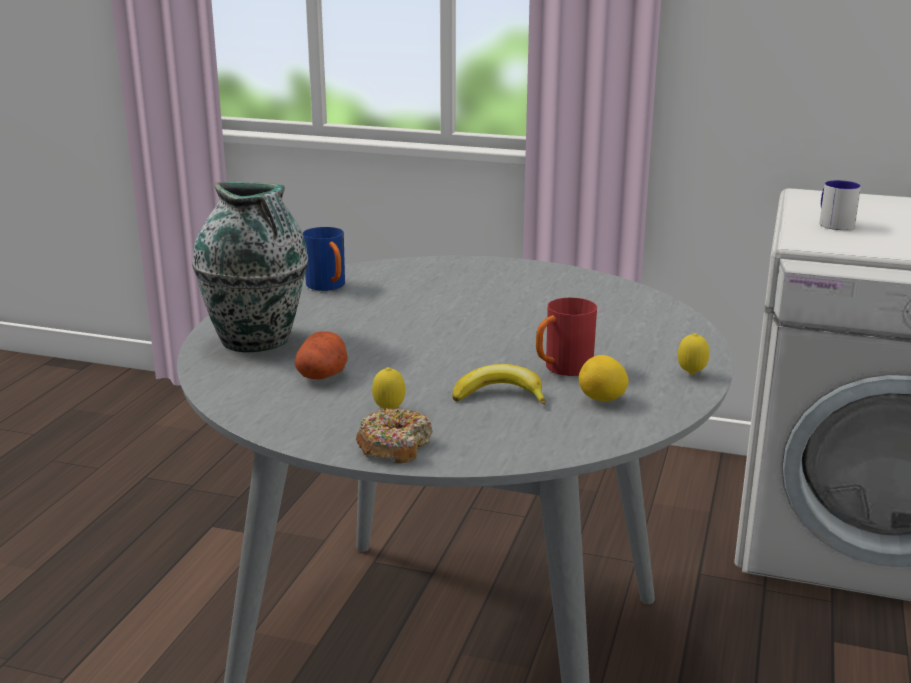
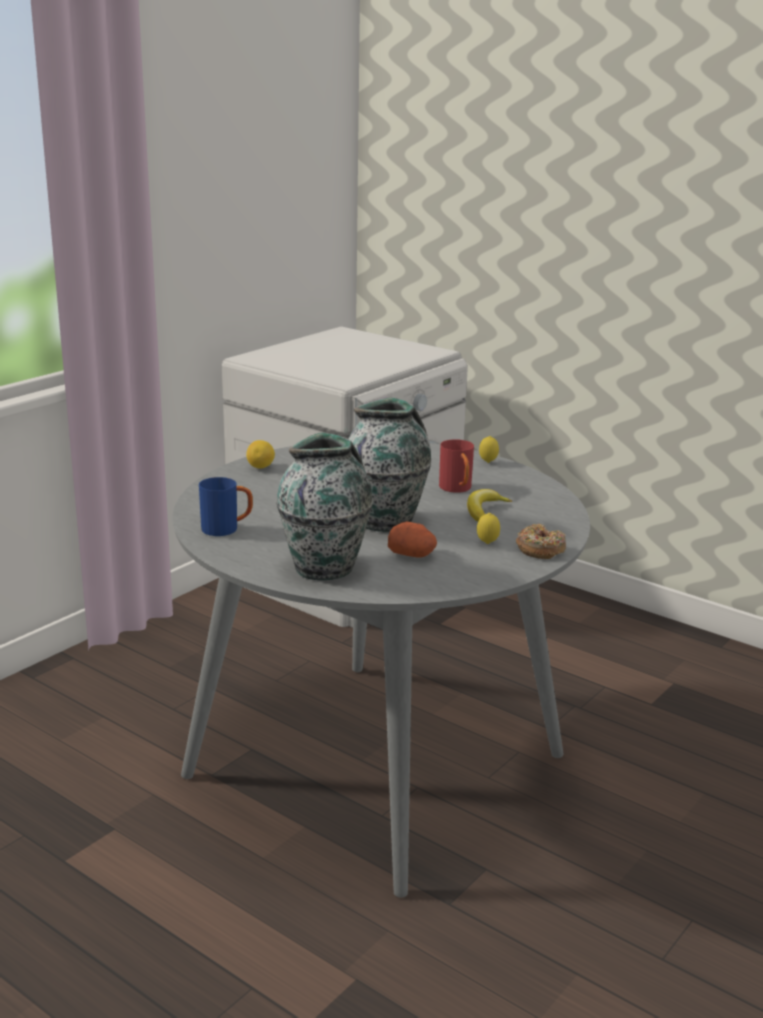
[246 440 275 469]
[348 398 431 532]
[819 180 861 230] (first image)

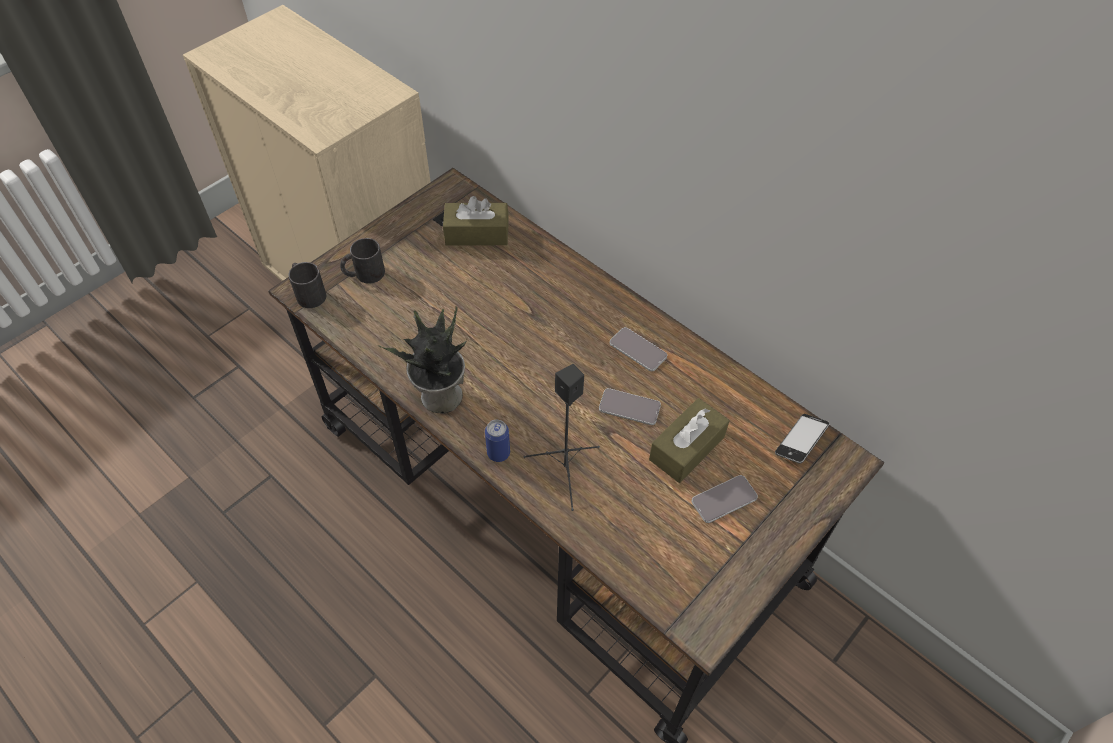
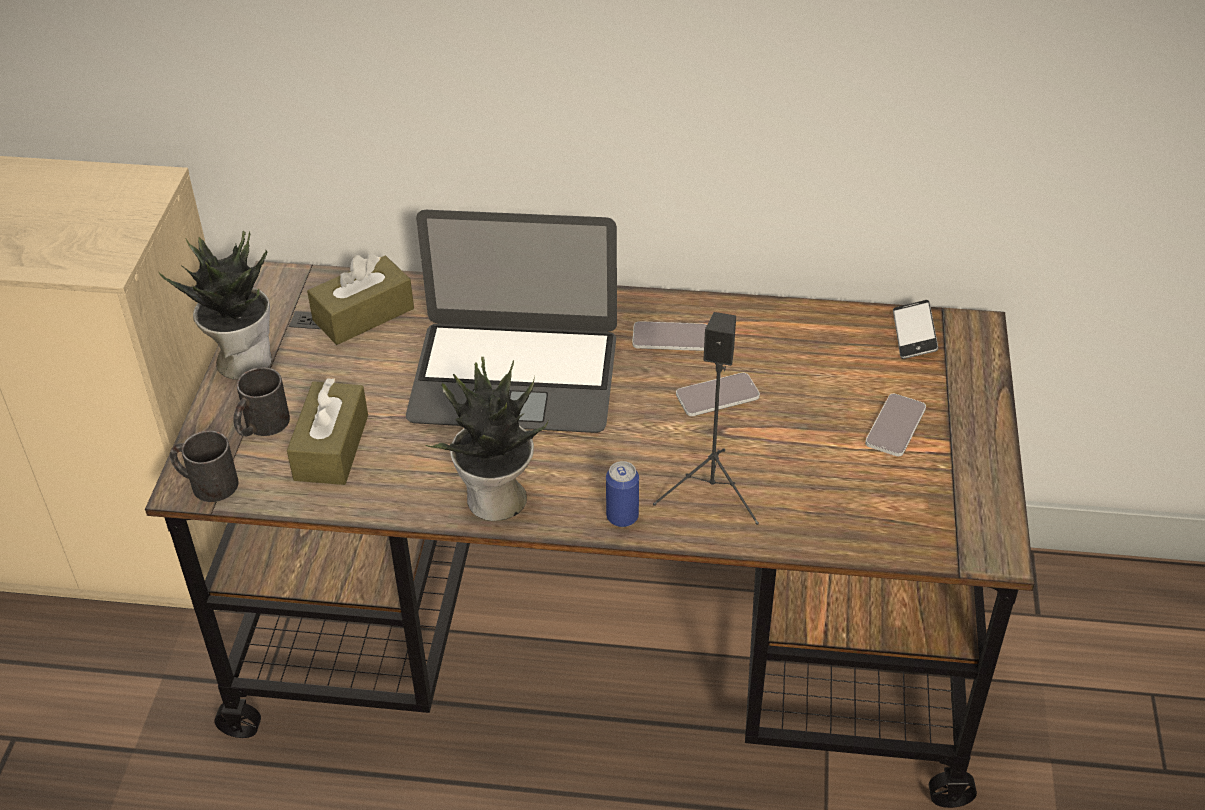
[158 231 272 380]
[287 378 368 485]
[406 210 617 433]

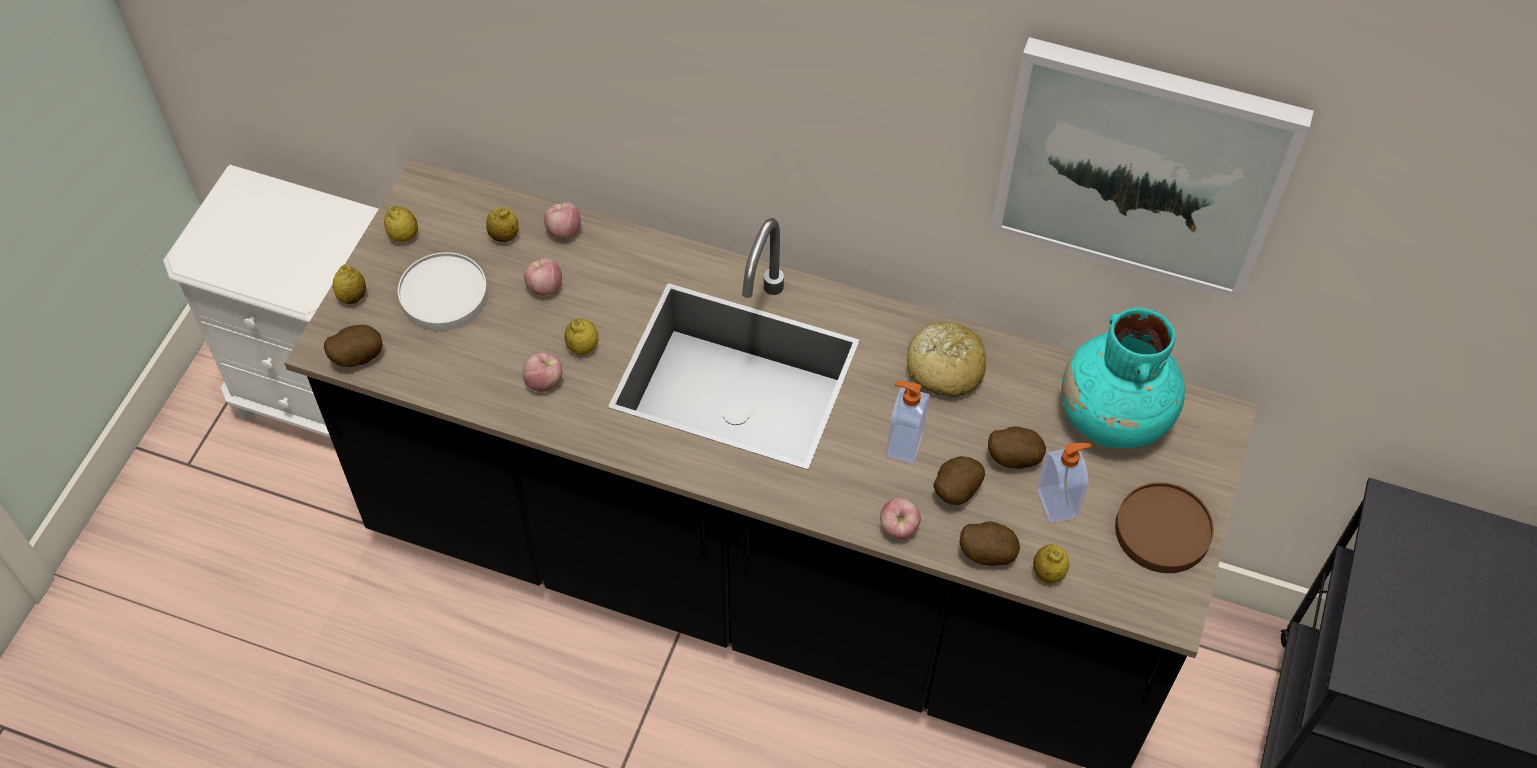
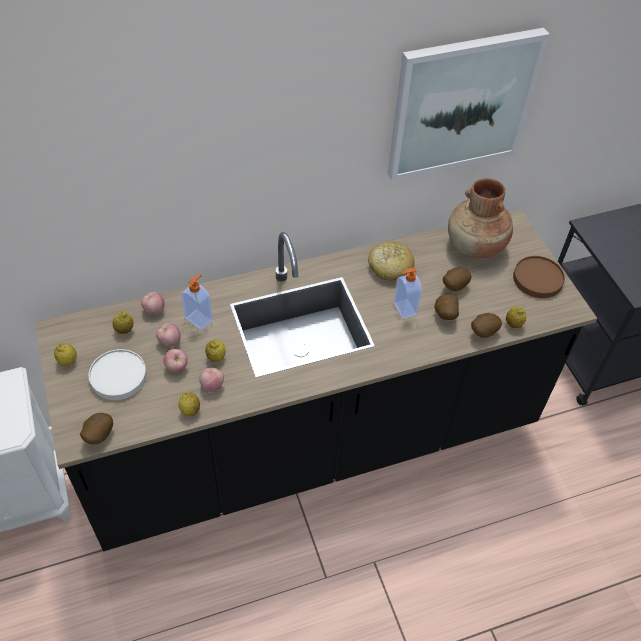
[163 349 188 372]
[178 391 200 416]
[181 275 213 330]
[448 178 513 258]

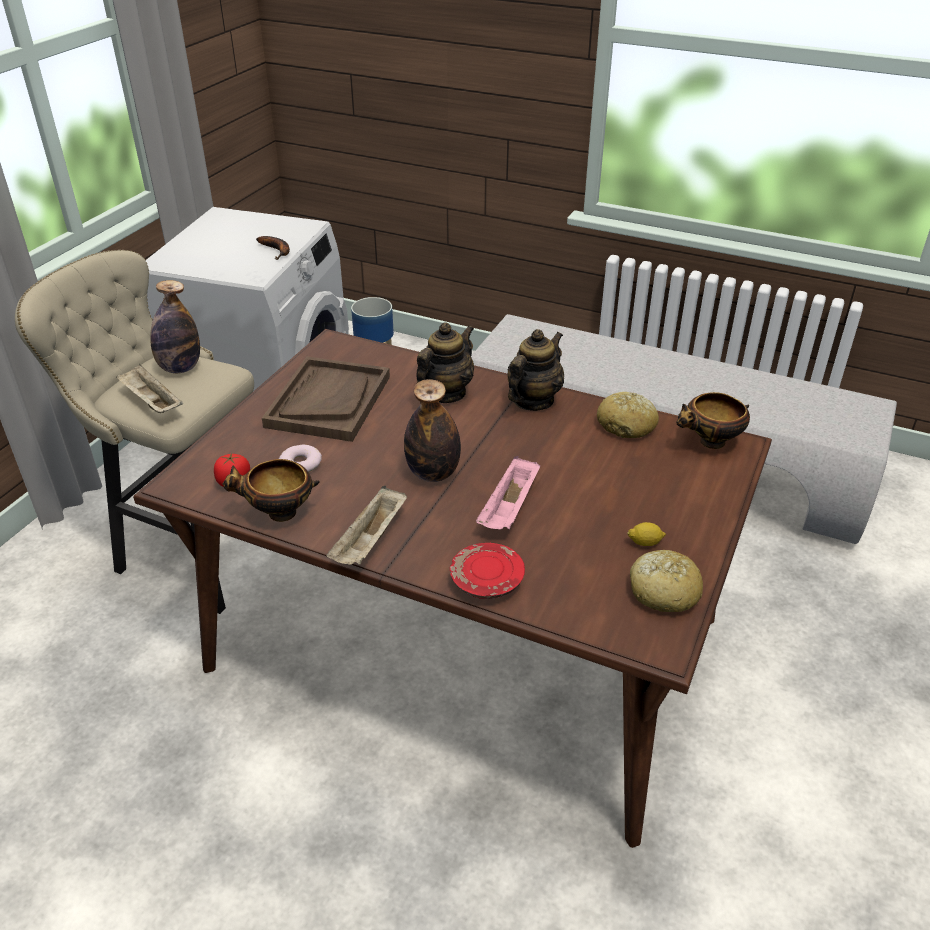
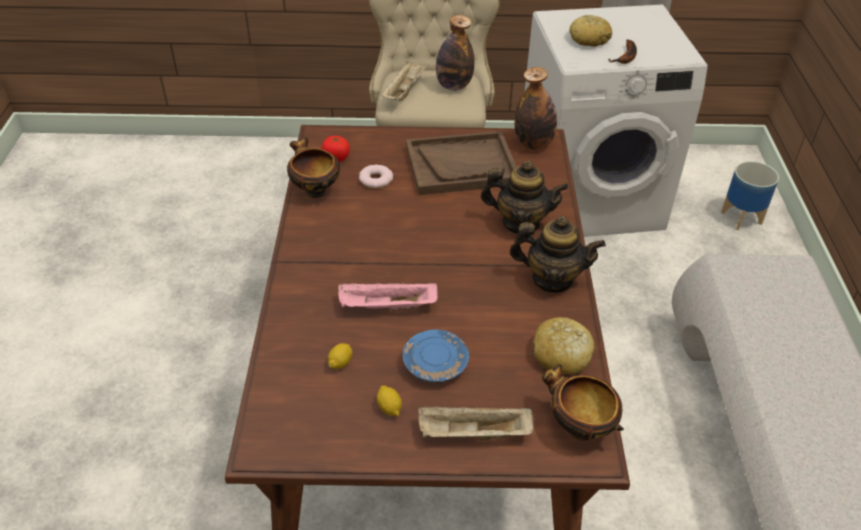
[328 343 353 369]
[403 330 469 383]
[418 407 534 440]
[515 67 557 150]
[569 15 612 47]
[450 543 525 599] (first image)

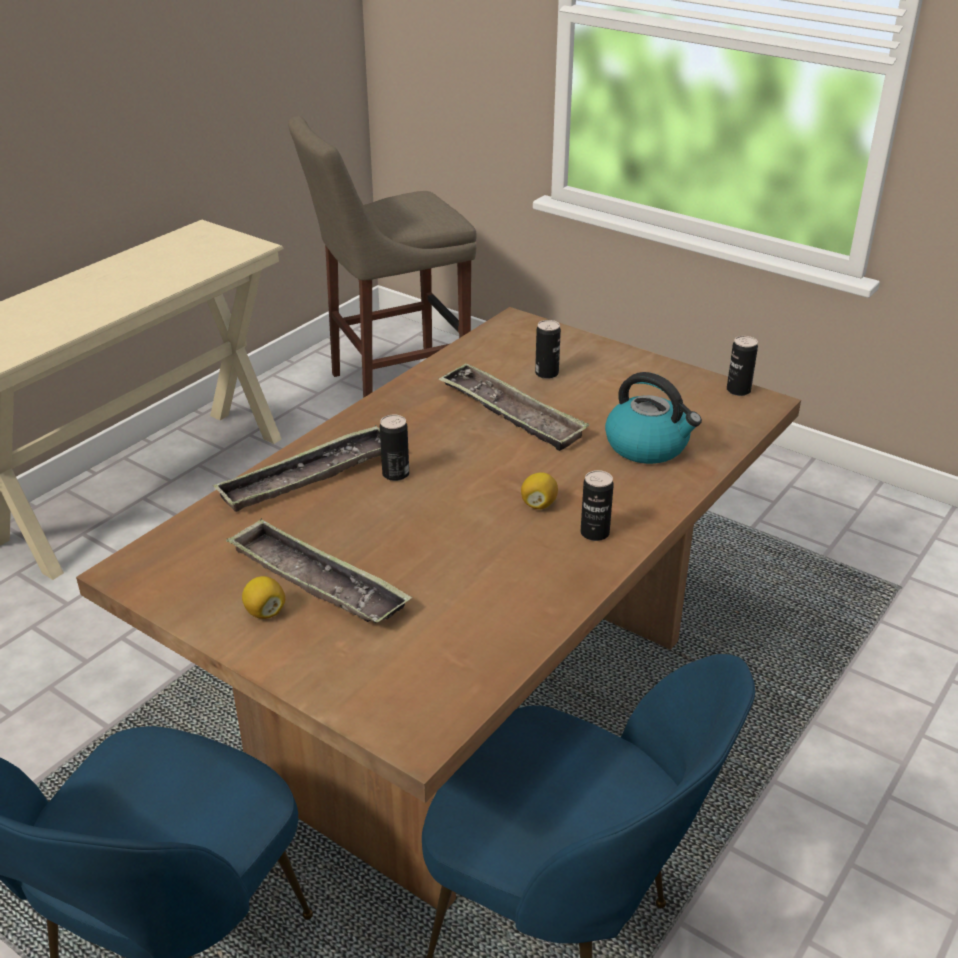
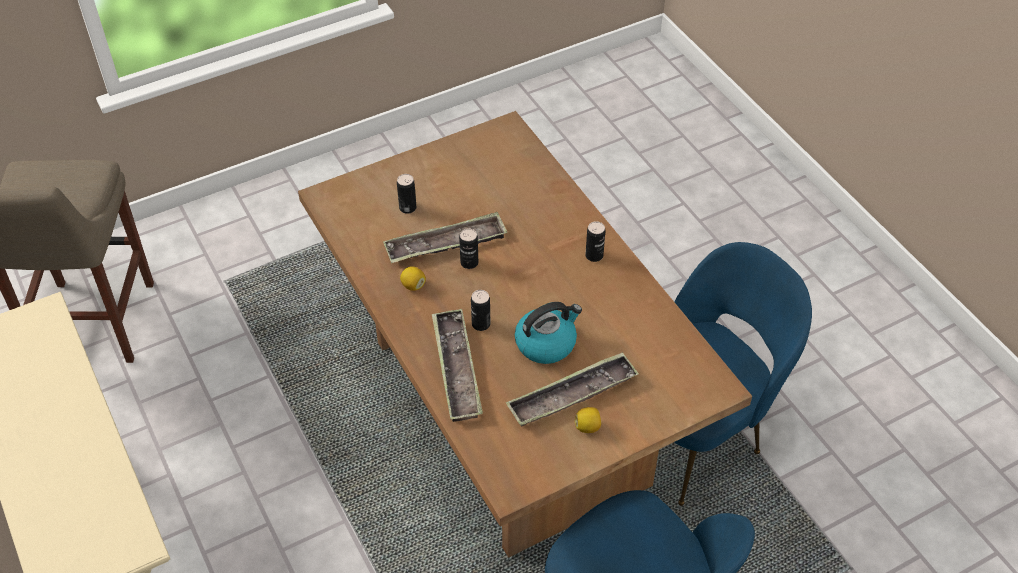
[400 266 426 291]
[459 228 478 269]
[515 302 582 364]

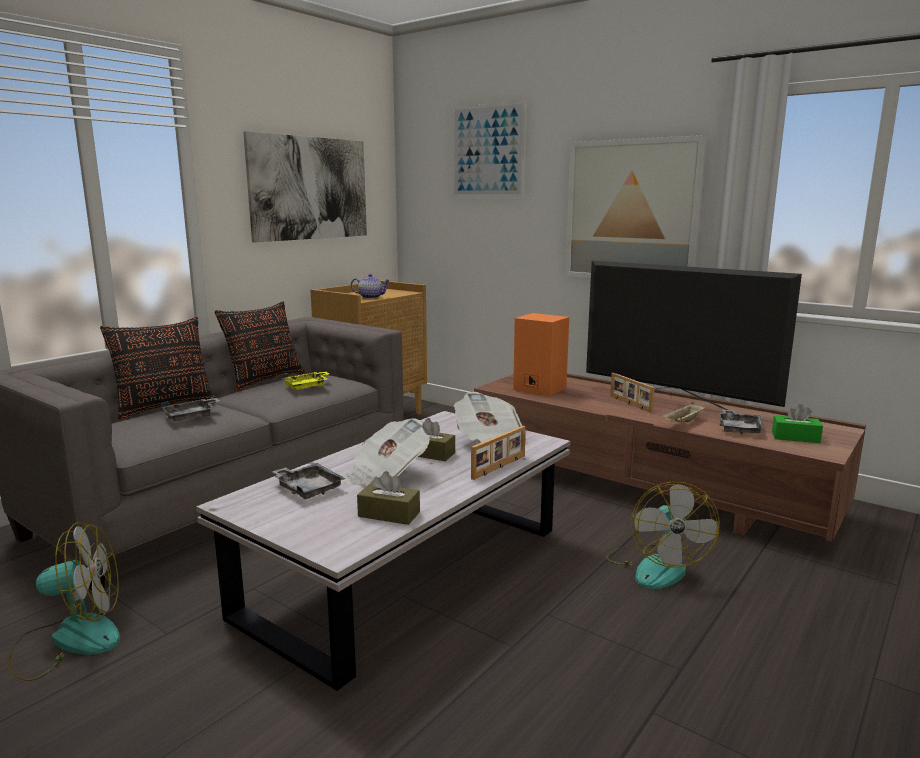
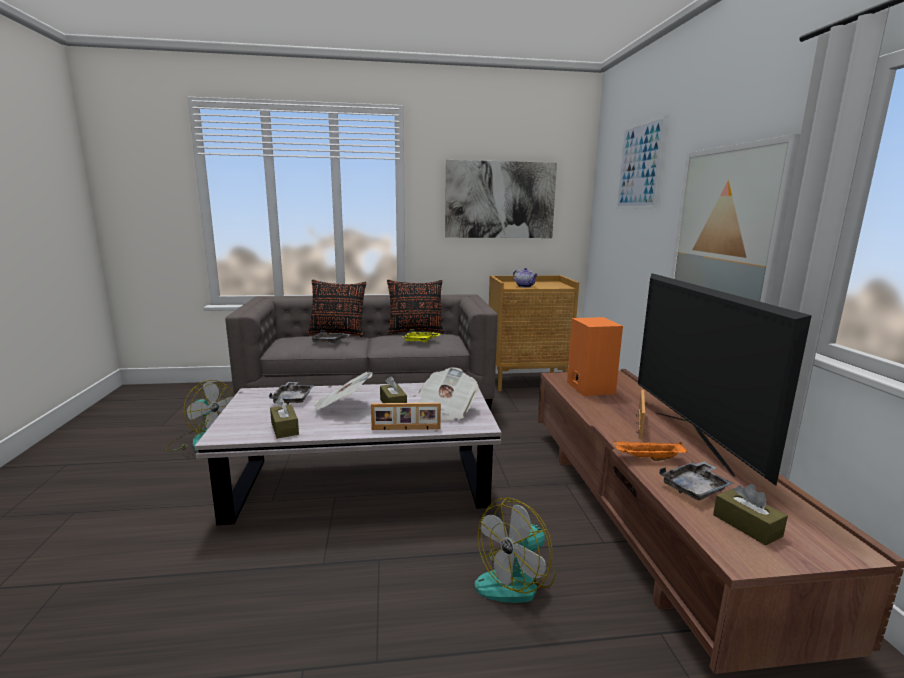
[614 441 687 461]
[713 484 788 546]

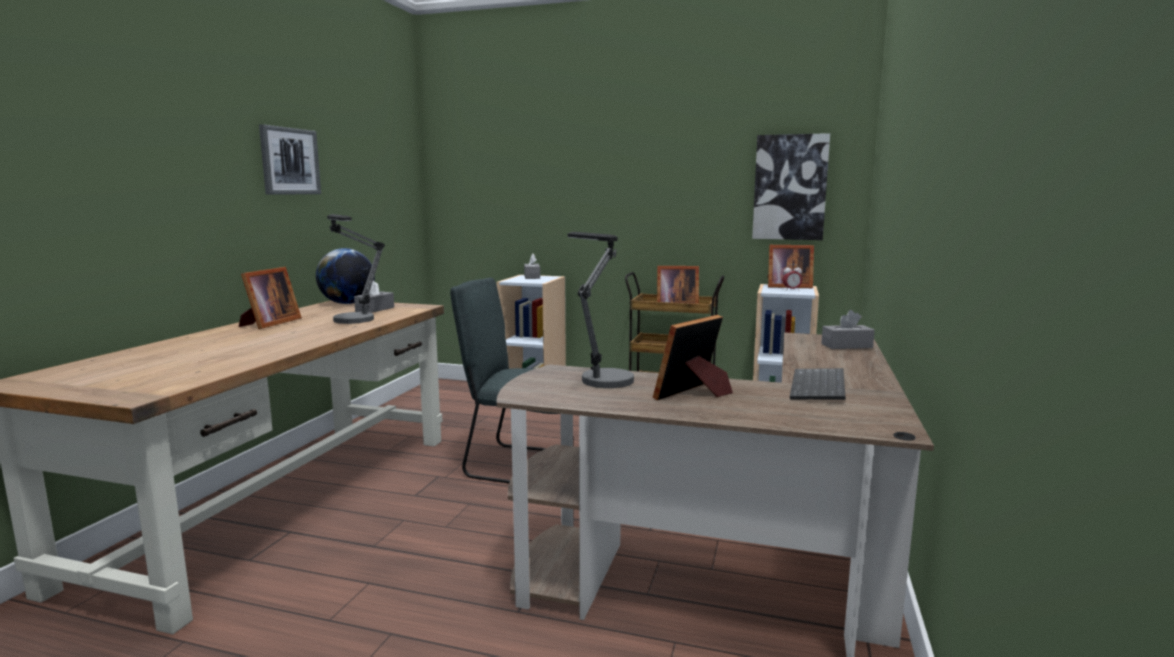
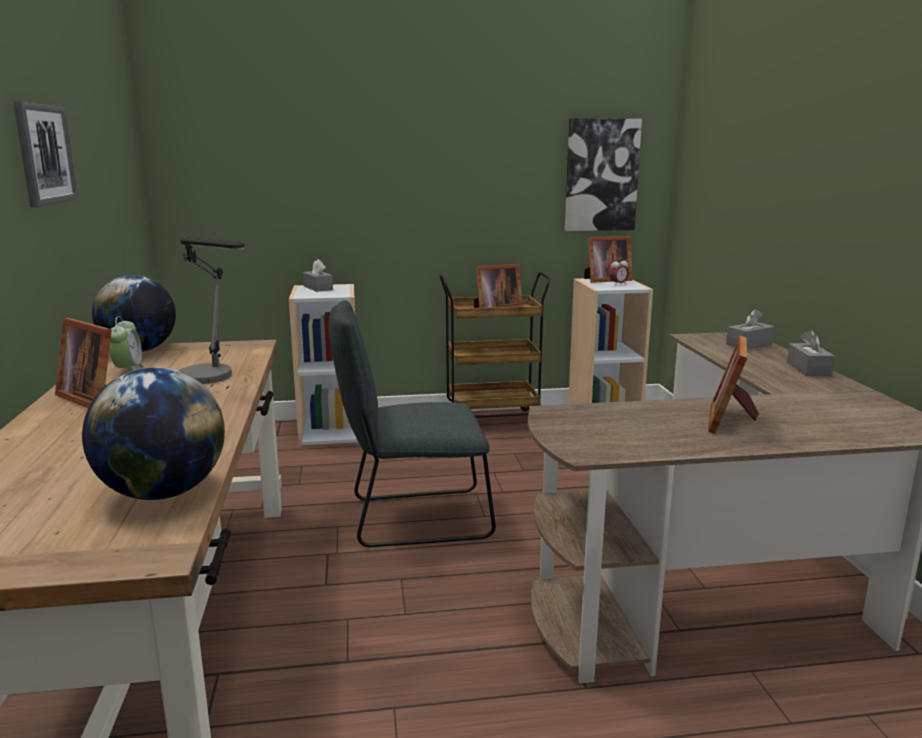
[55 318 112 408]
[82 367 225 500]
[109 316 145 371]
[787 330 835 376]
[568 232 634 388] (first image)
[790 368 846 400] (first image)

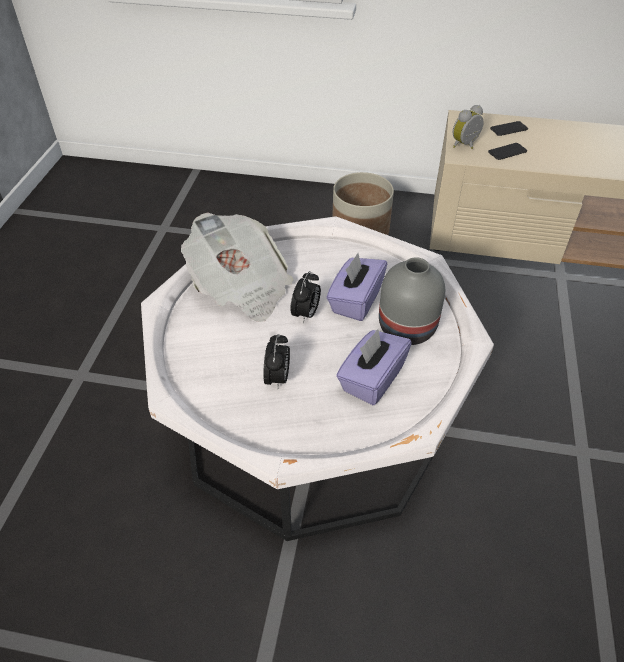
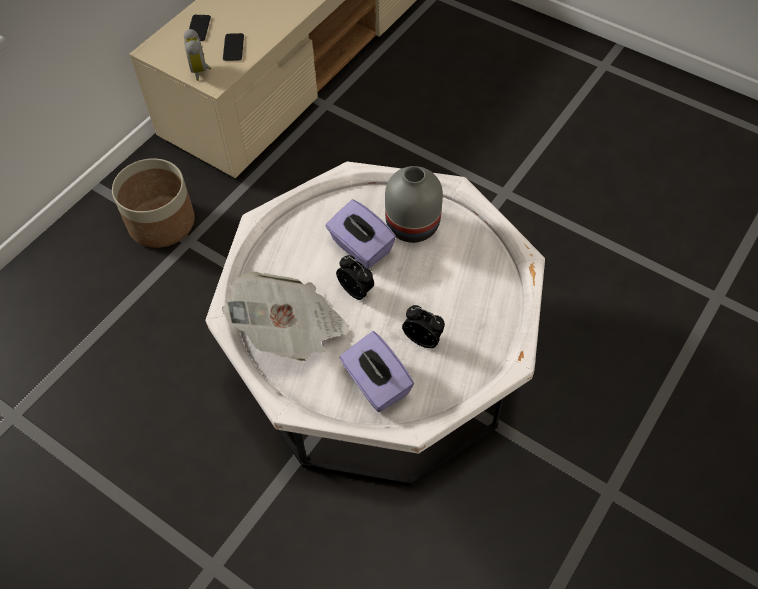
[340 331 414 412]

